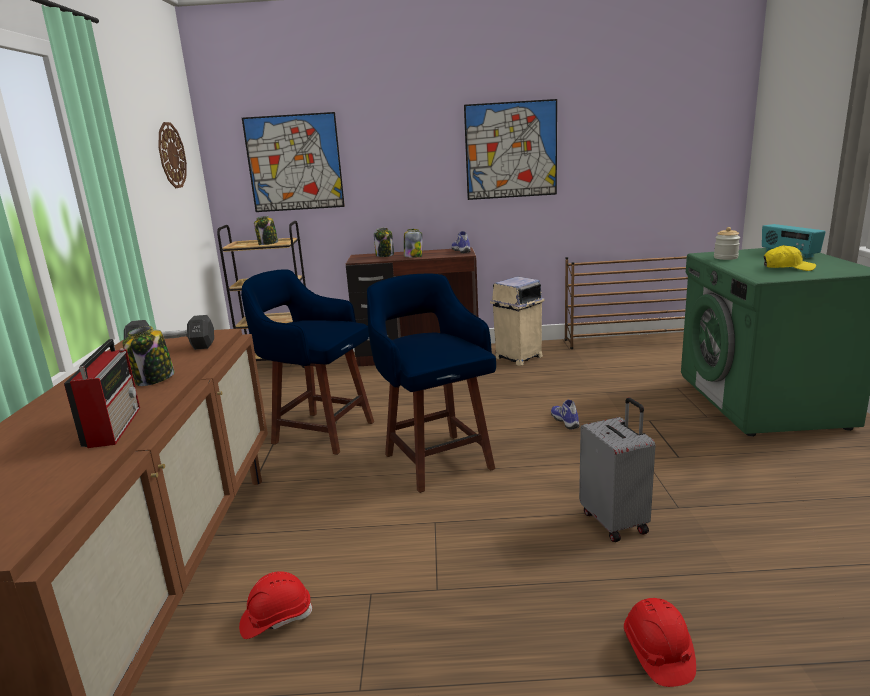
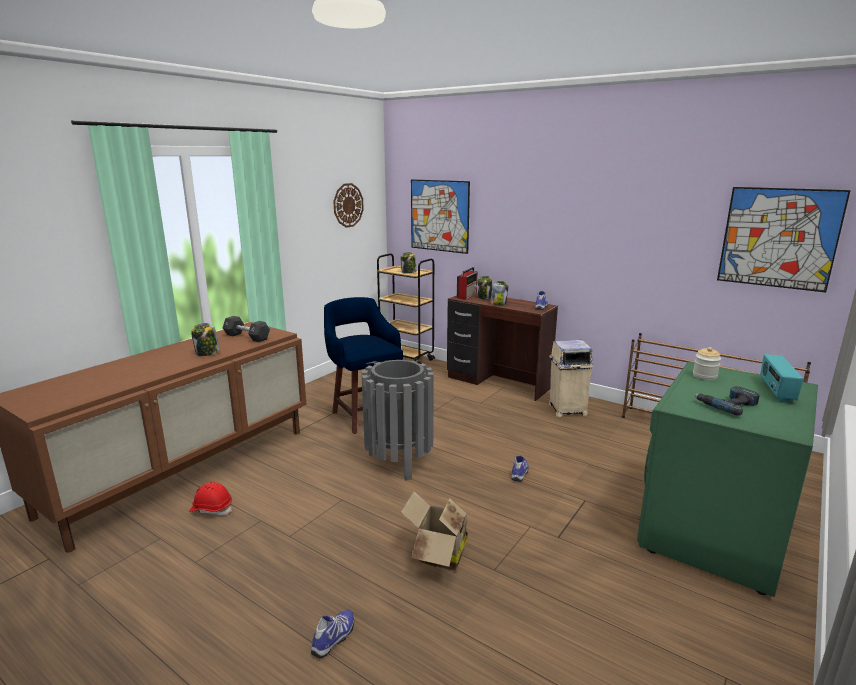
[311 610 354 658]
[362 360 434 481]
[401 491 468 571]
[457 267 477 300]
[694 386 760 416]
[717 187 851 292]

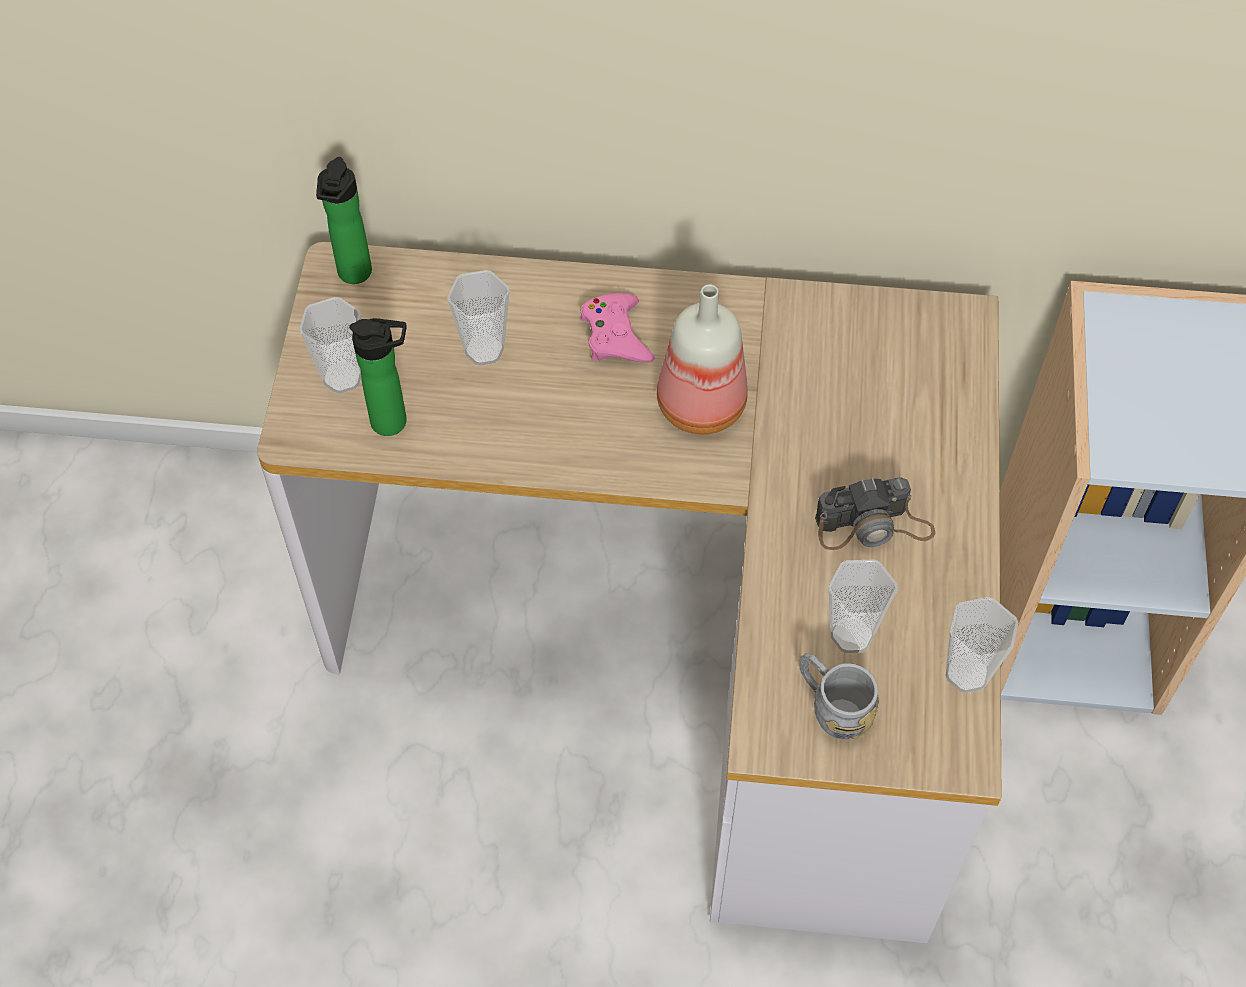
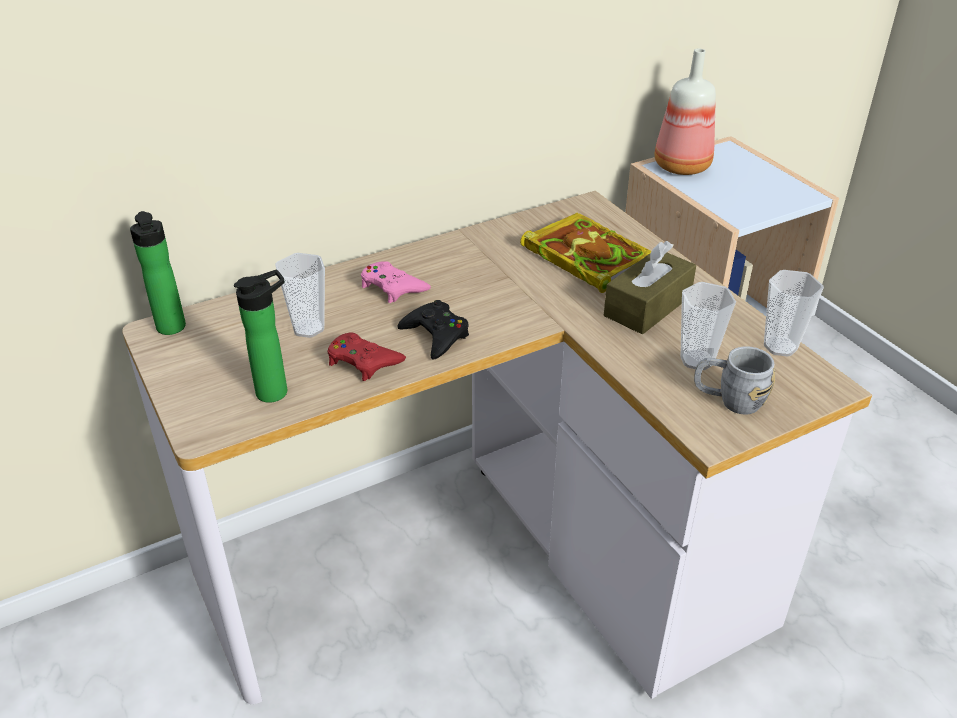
[327 332 406 381]
[397 300 469 360]
[520 213 652 293]
[604 241 696 334]
[654 49 716 175]
[299 297 361 394] (first image)

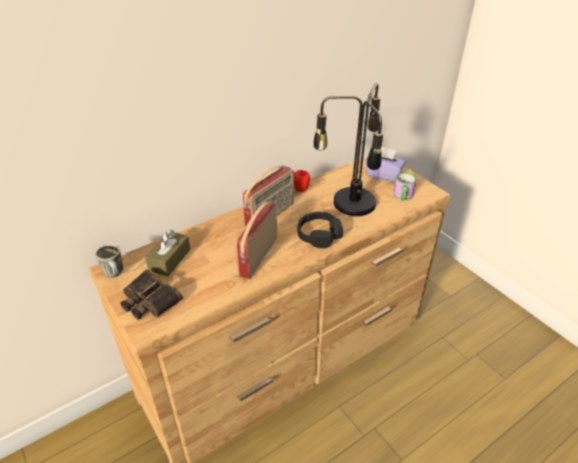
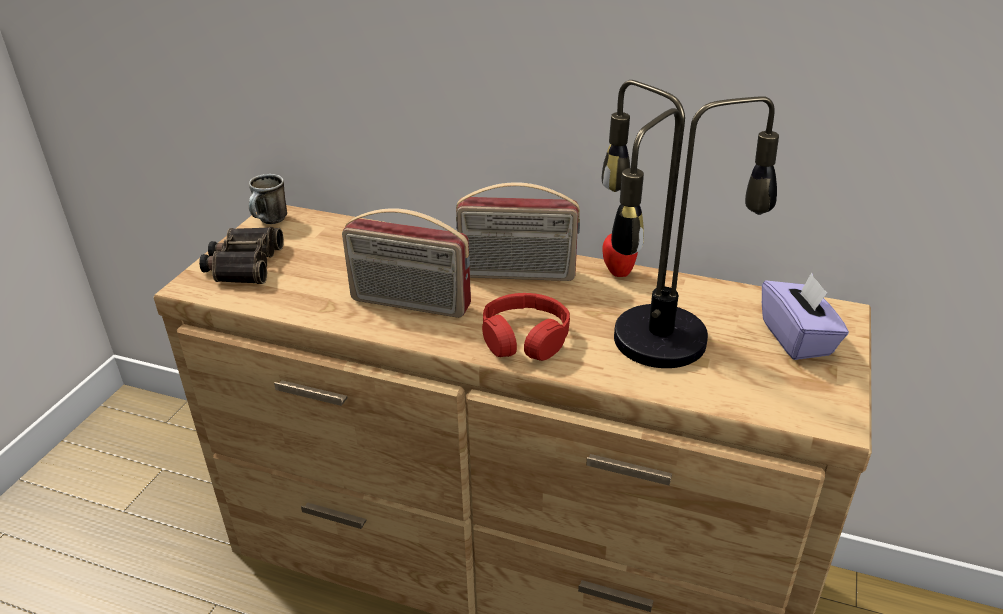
[342 208 471 318]
[482 293 570 361]
[145 230 190 277] (first image)
[393 173 417 201] (first image)

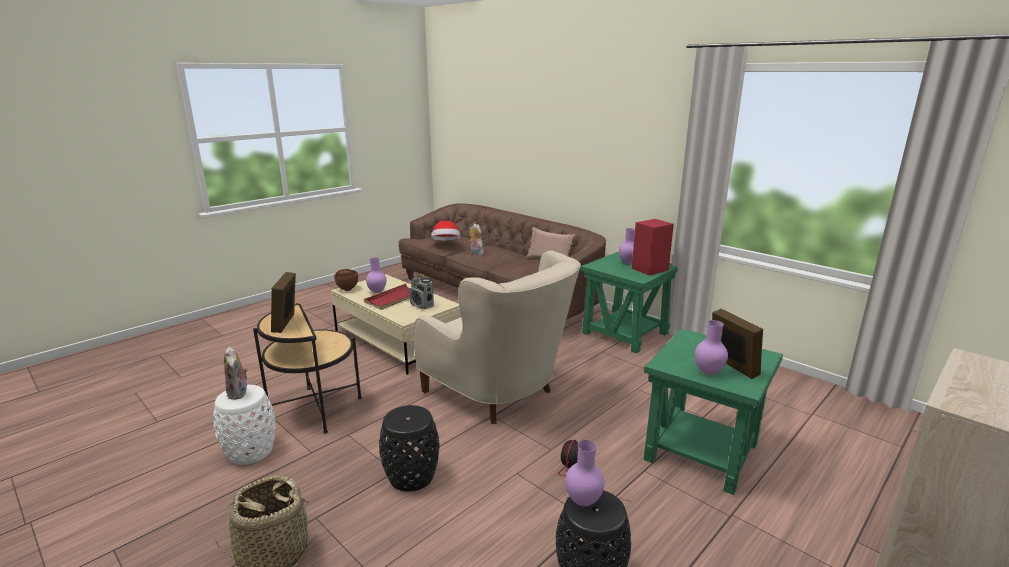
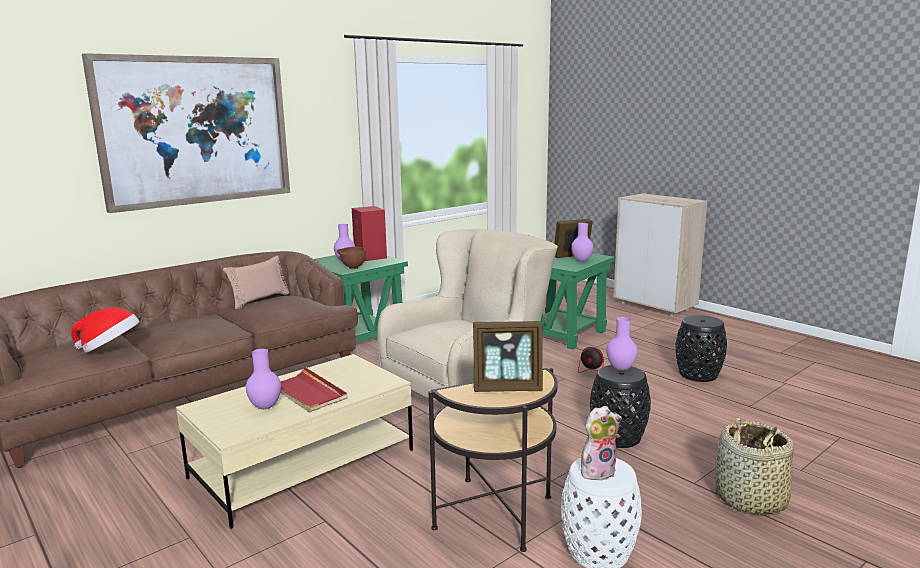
[82 53 290 213]
[337 247 366 269]
[606 317 637 371]
[409 274 434 309] (first image)
[470 224 484 255] (first image)

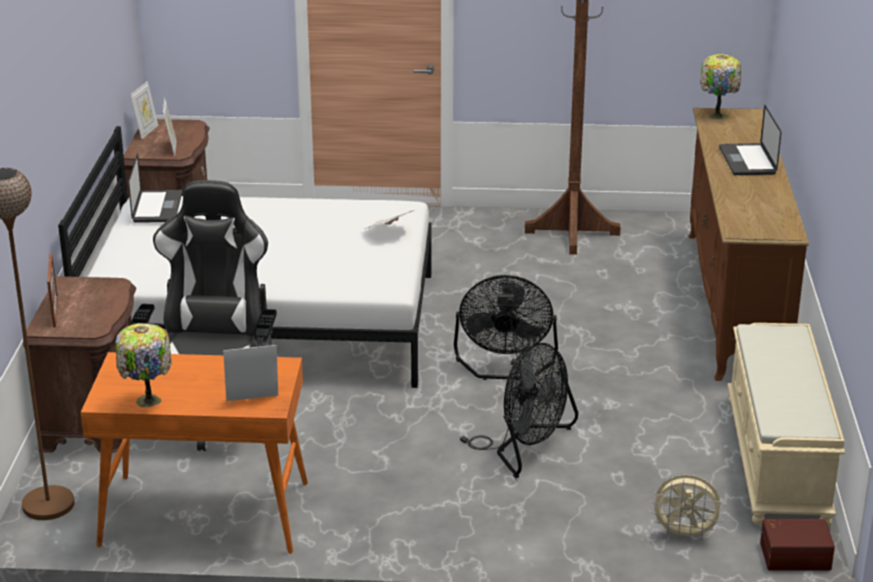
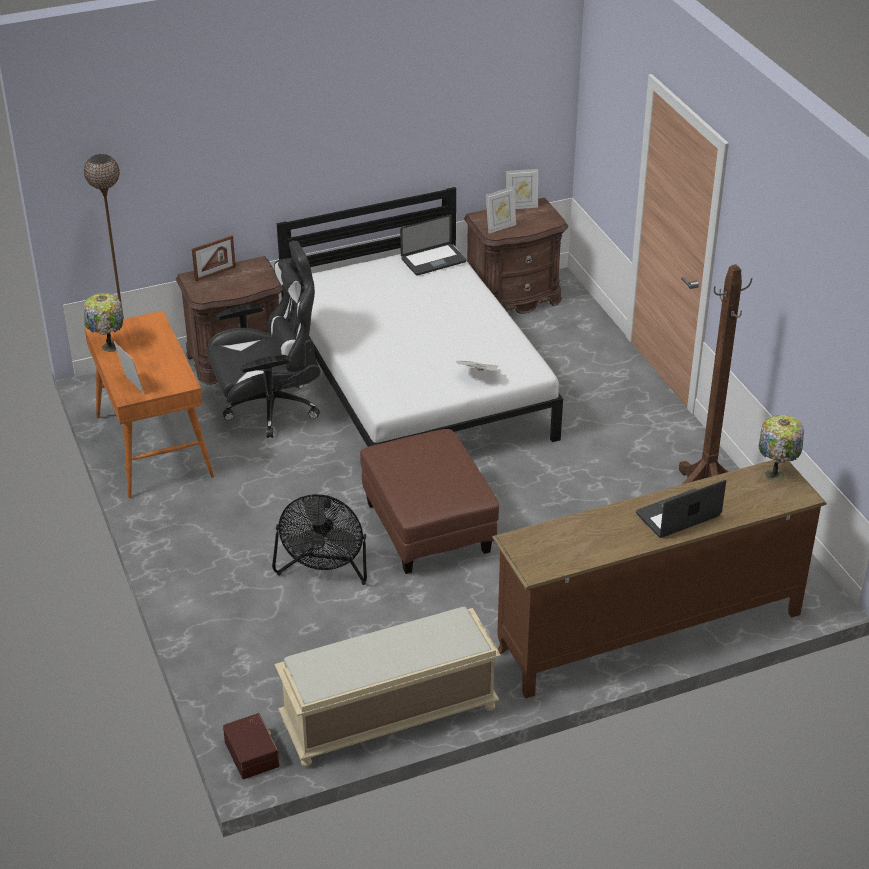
[360 429 499 574]
[650 475 724 542] (first image)

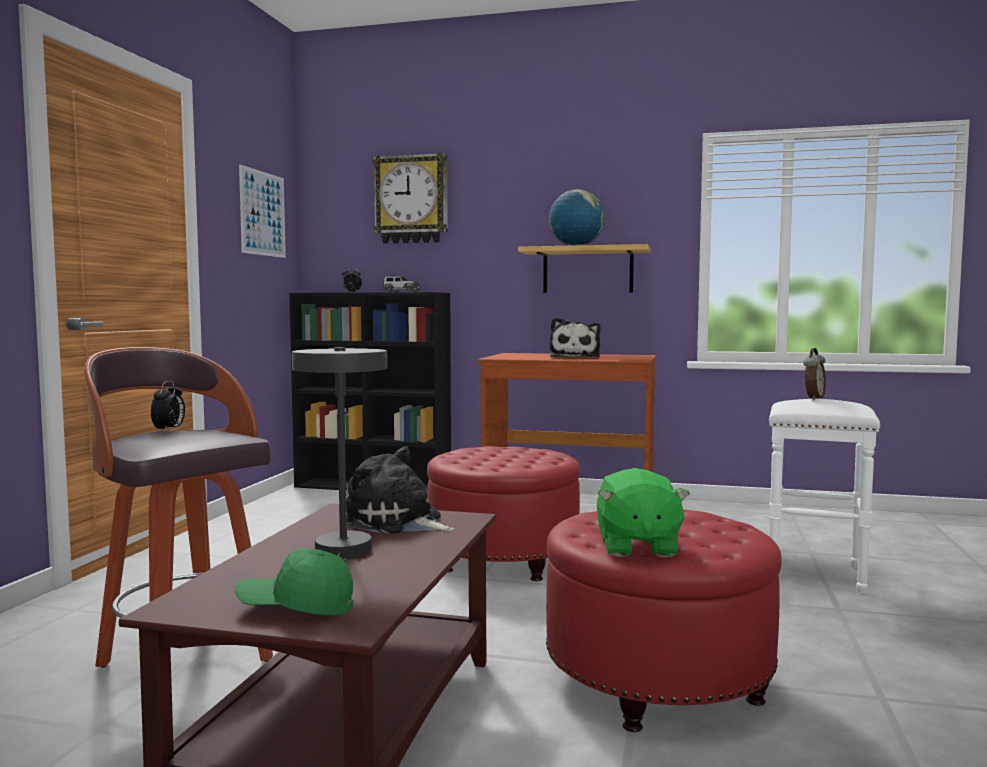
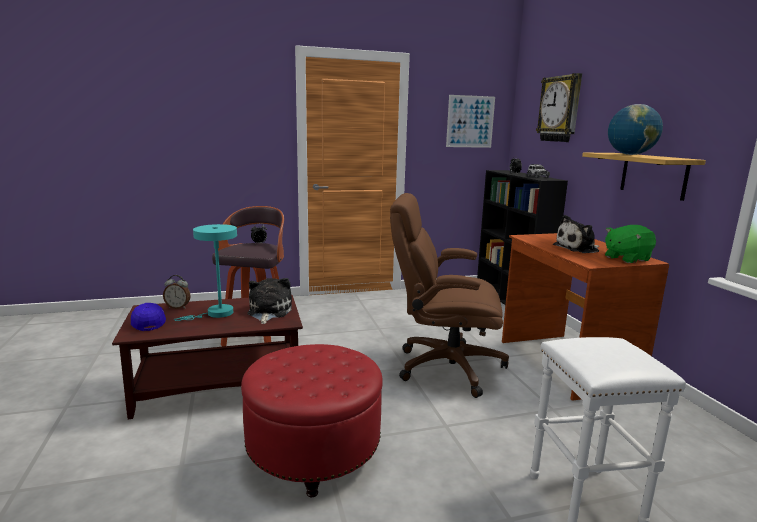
[131 303 166 331]
[163 275 191 309]
[174 224 237 321]
[390 193 509 398]
[605 225 656 263]

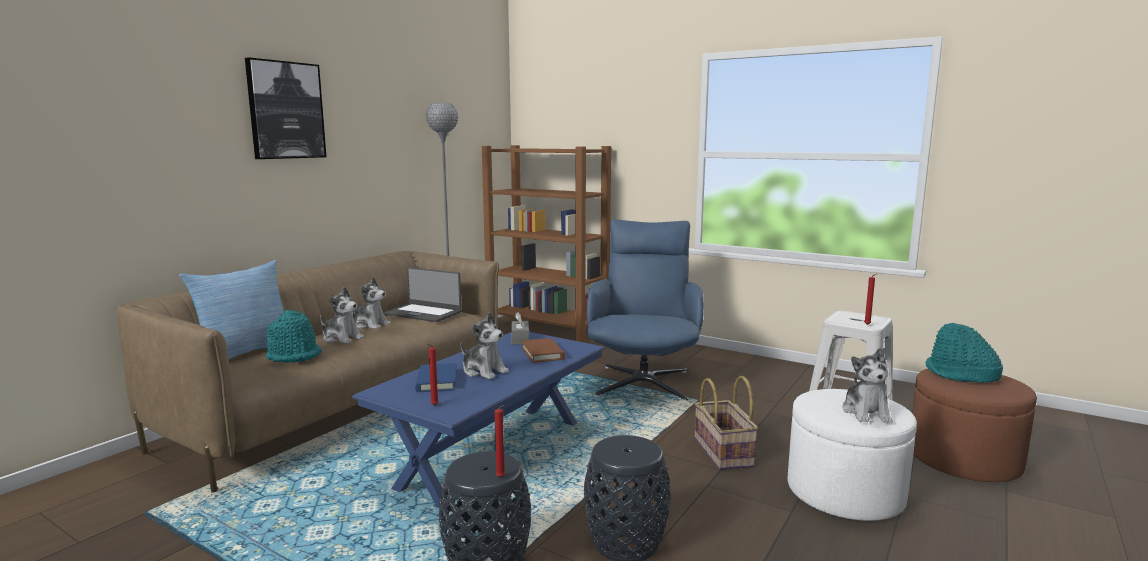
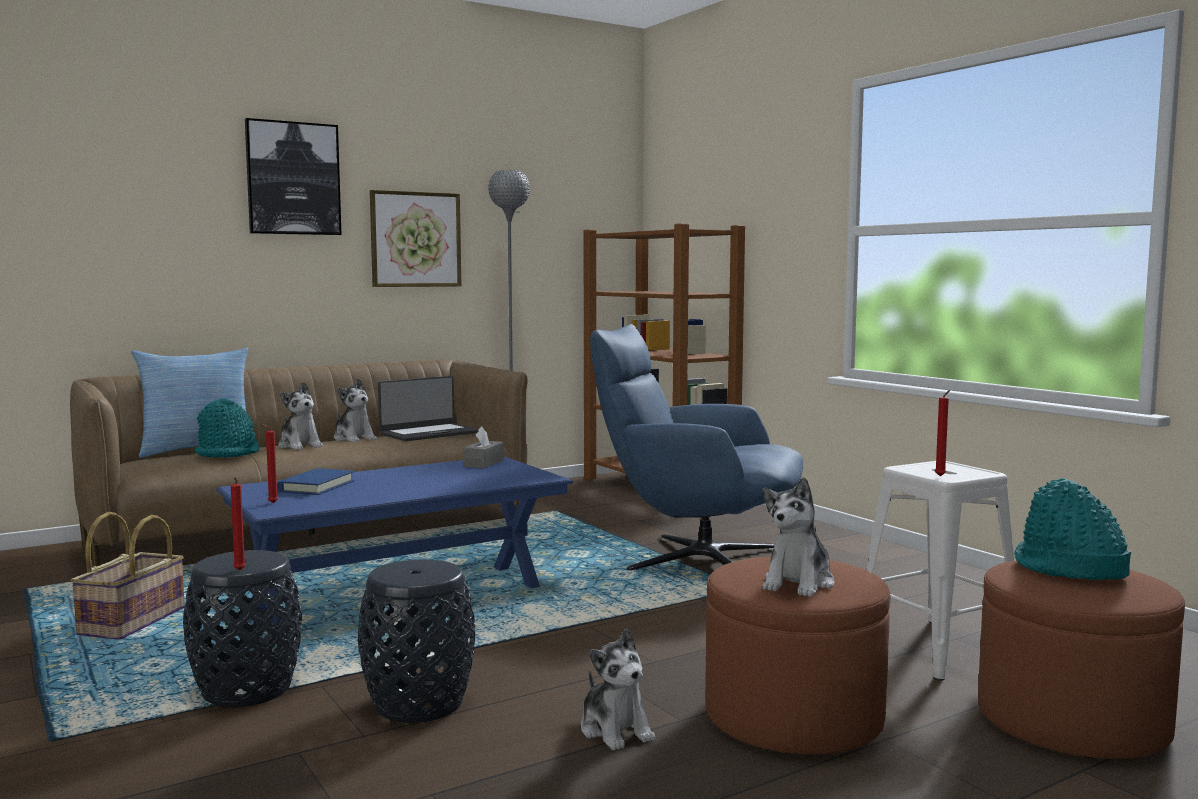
[70 512 185 640]
[370 190 462 287]
[378 376 479 441]
[581 629 655 750]
[590 324 803 571]
[705 556 890 754]
[521 338 565 363] (first image)

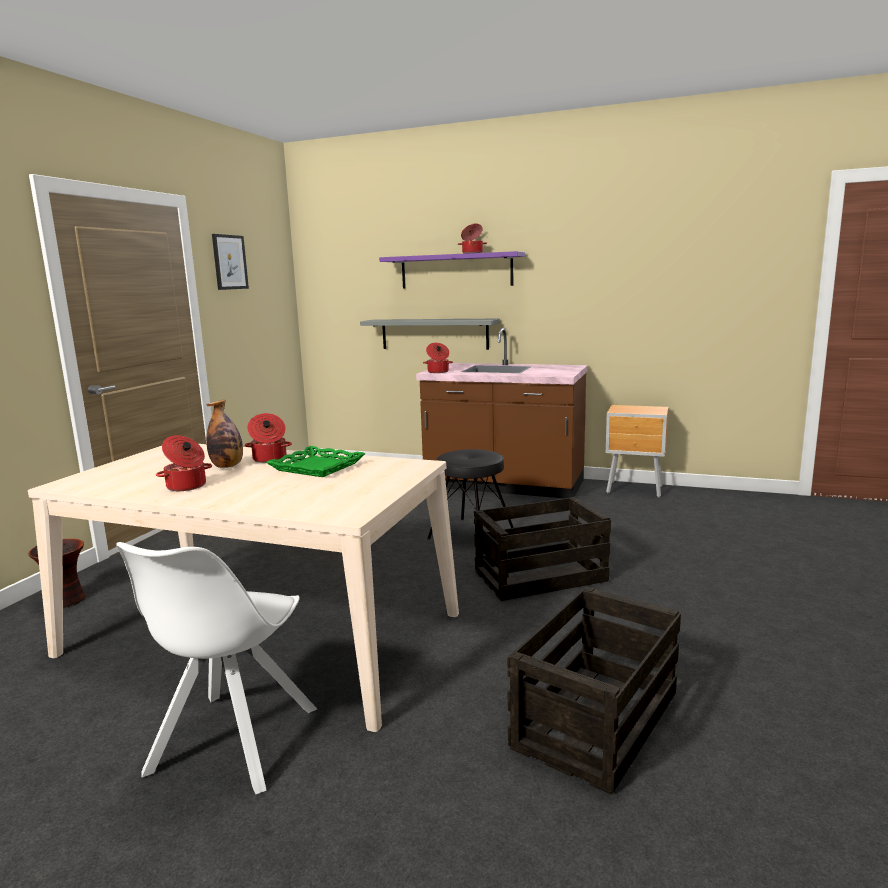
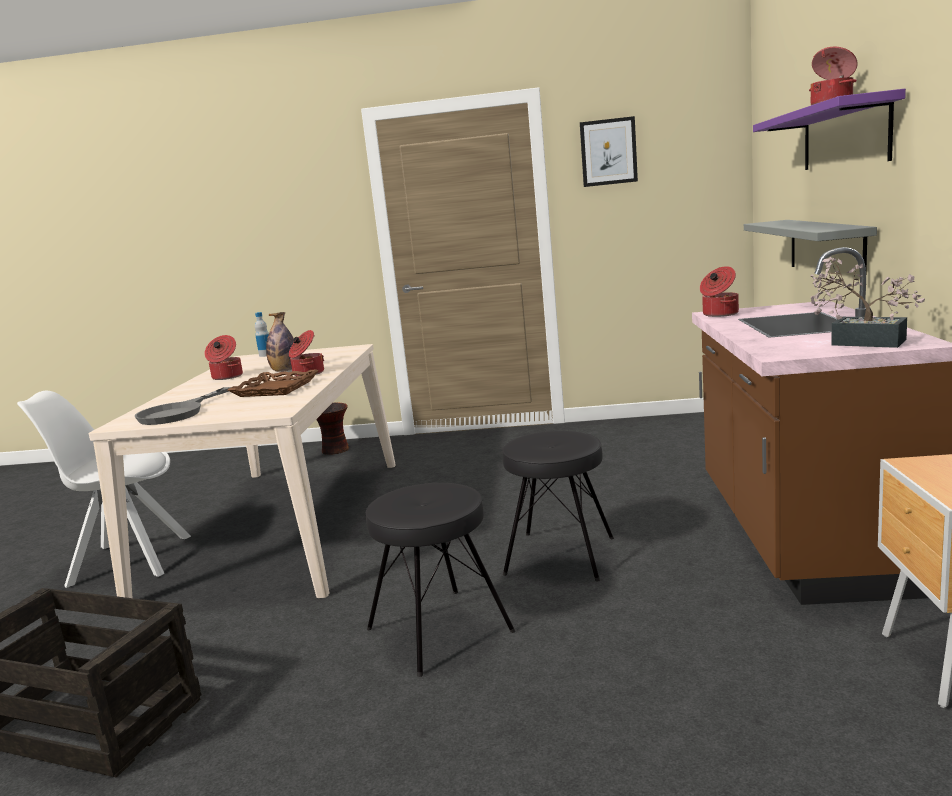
[135 387 231 425]
[228 370 319 397]
[255 312 269 357]
[366 482 515 677]
[810 257 925 348]

